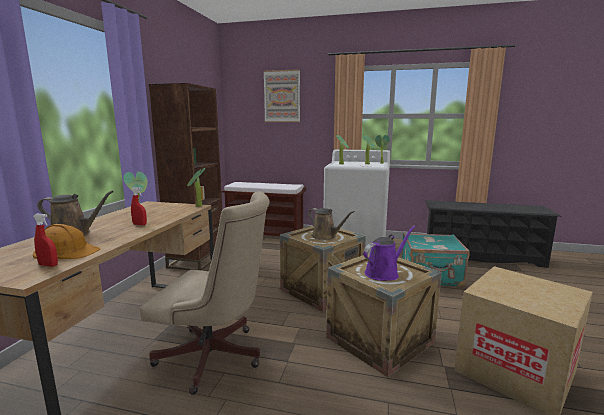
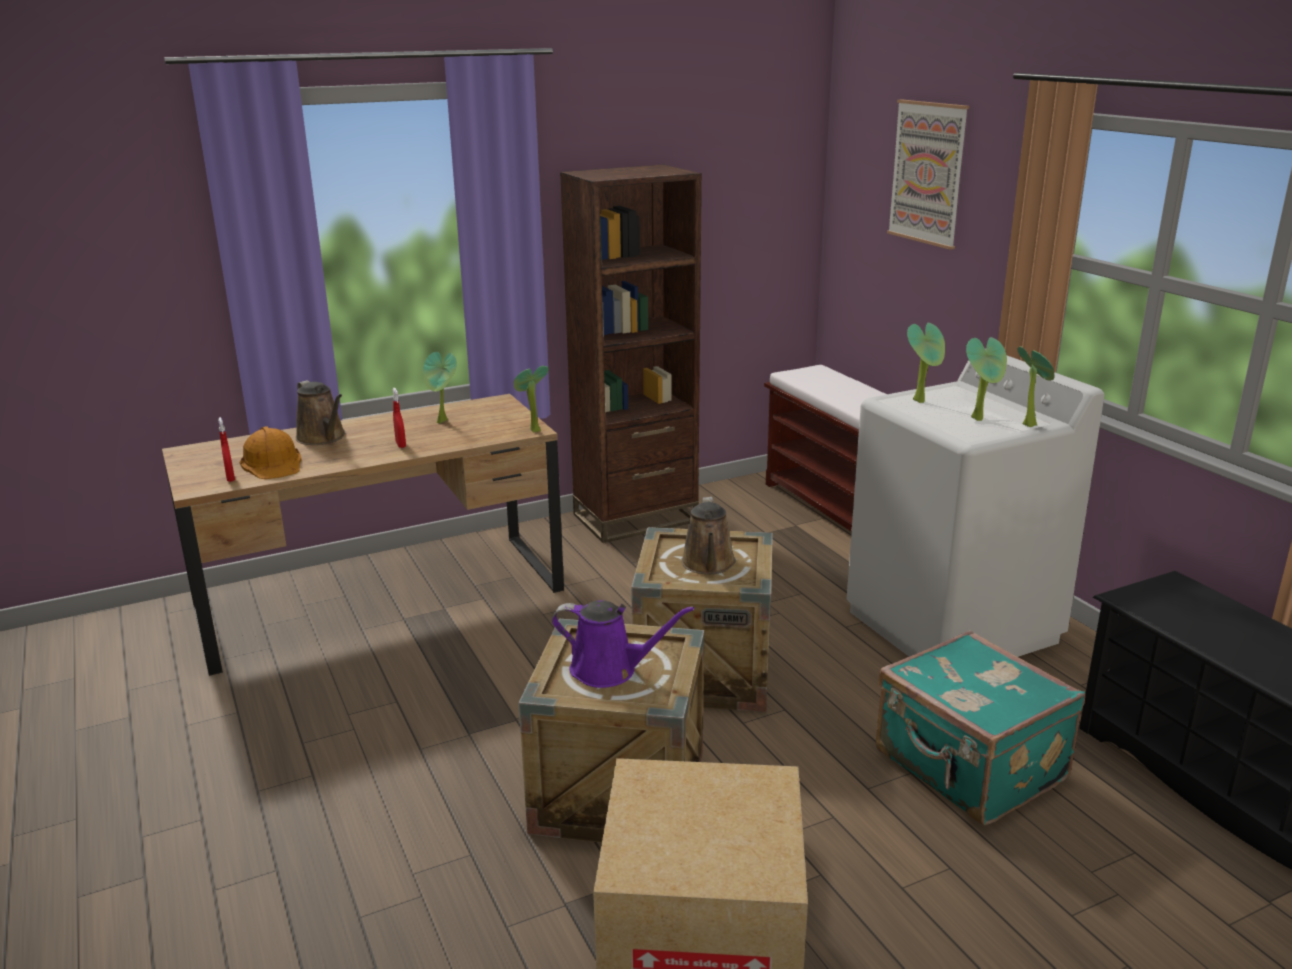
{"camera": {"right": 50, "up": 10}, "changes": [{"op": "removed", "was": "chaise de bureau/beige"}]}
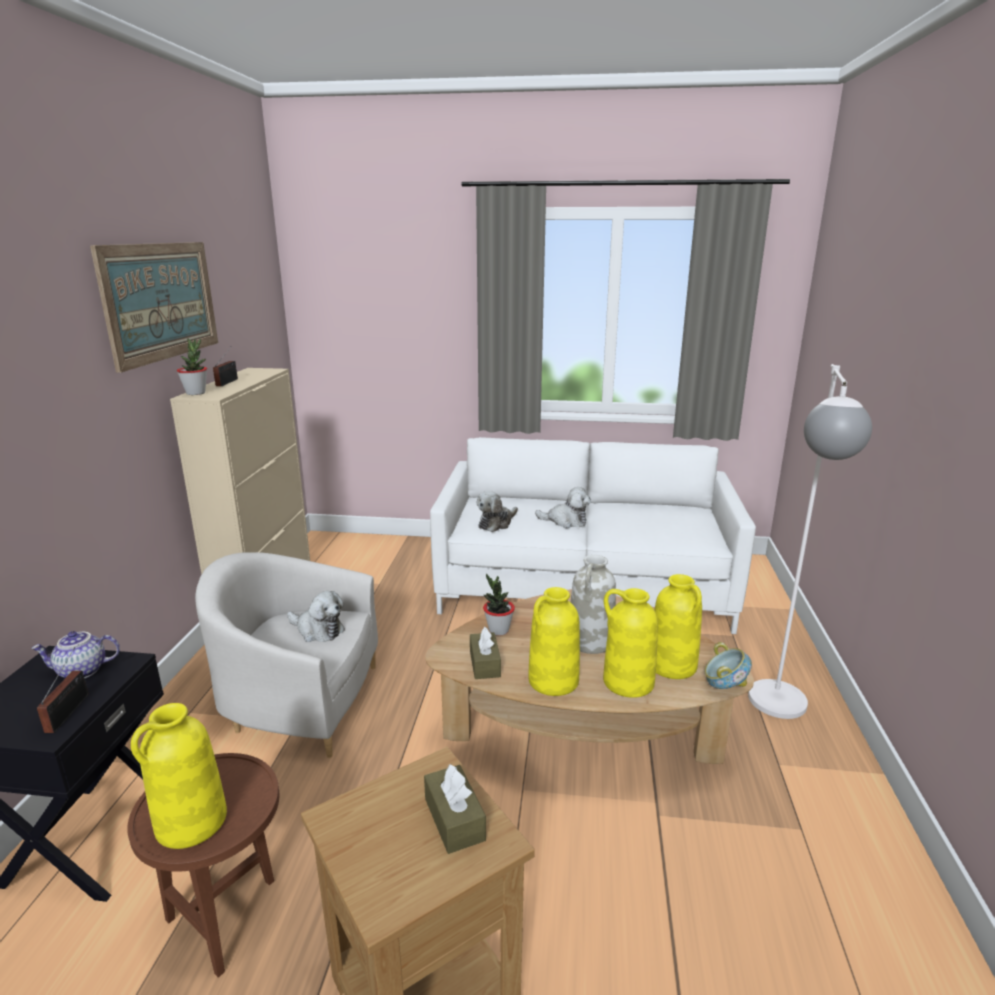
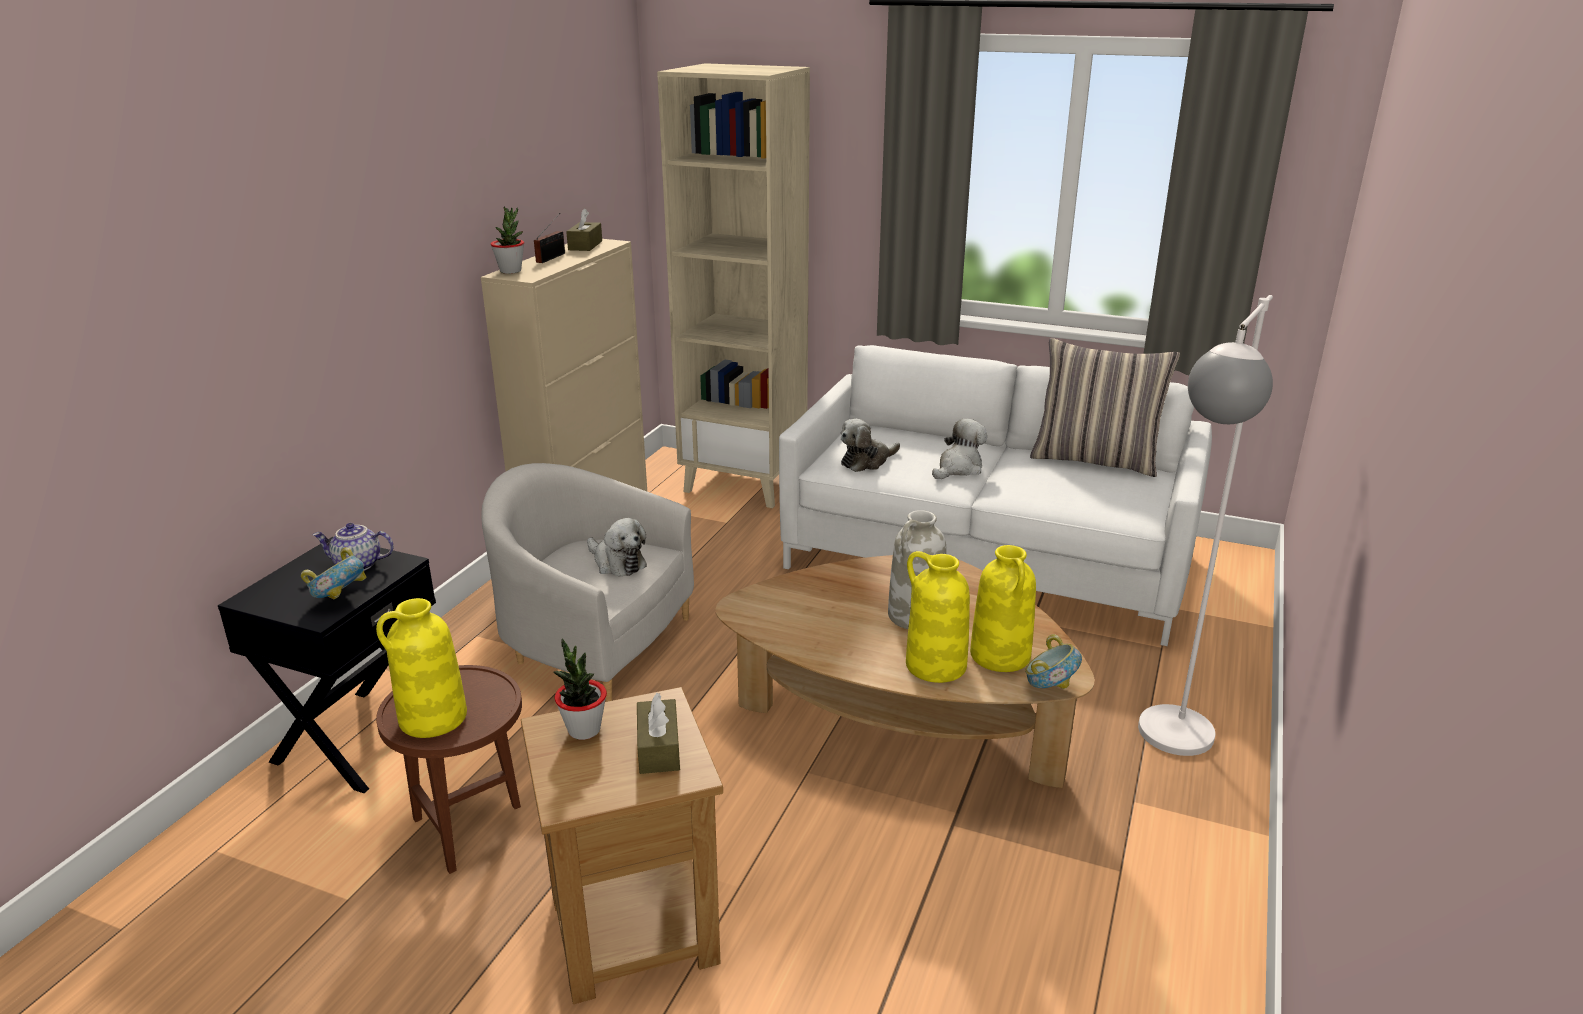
{"camera": {"right": 15, "up": 5}, "changes": [{"op": "replaced", "was": "radio (1st from left)", "now": "bol (1st from left)"}, {"op": "removed", "was": "tableau"}, {"op": "moved", "was": "boîte à mouchoirs/marron (2nd from left in the first image)", "now": "boîte à mouchoirs/marron (1st from left)"}, {"op": "moved", "was": "plante en pot (2nd from left)"}, {"op": "removed", "was": "vase/jaune (2nd from left)"}, {"op": "turned", "was": "peluche (3rd from left)", "clockwise": -75}, {"op": "added", "now": "bibliothèque/beige"}, {"op": "added", "now": "coussin"}]}
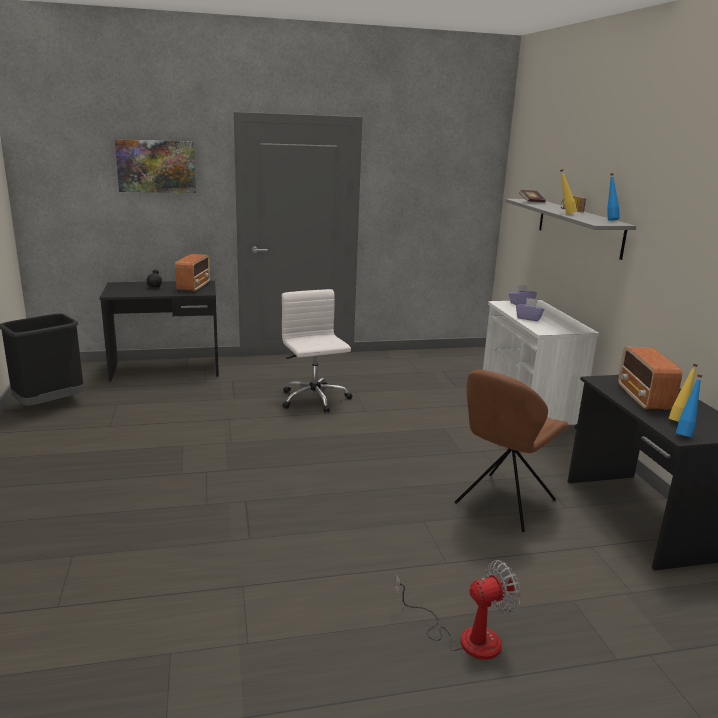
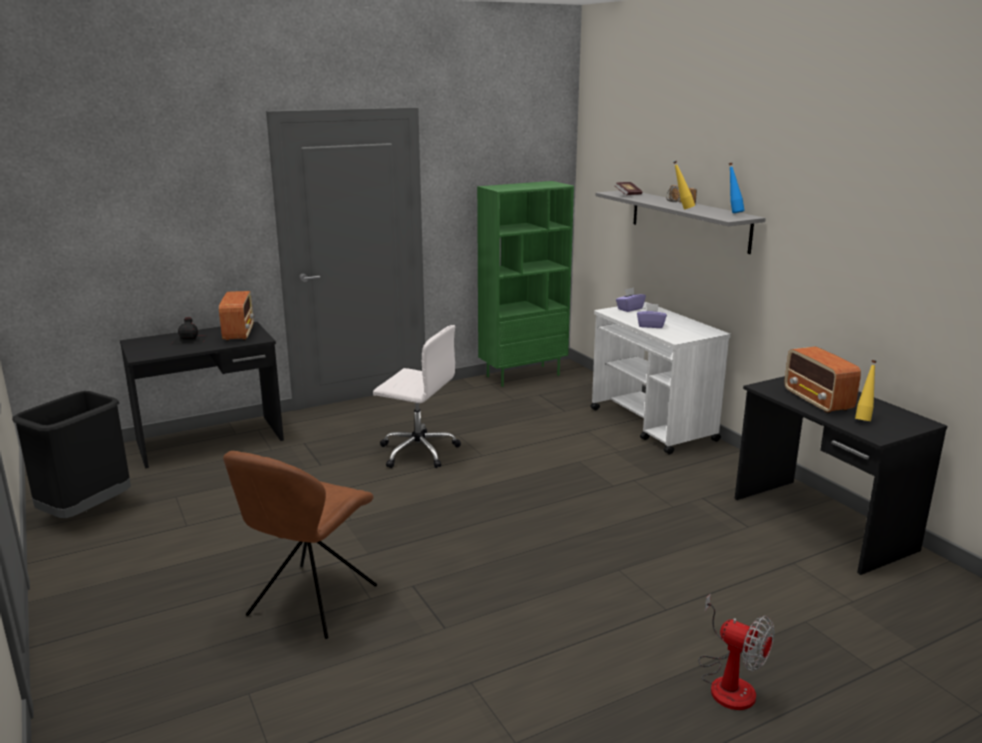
{"camera": {"right": -15, "up": 0}, "changes": [{"op": "removed", "was": "tableau"}, {"op": "turned", "was": "chaise de bureau/blanc", "clockwise": 150}, {"op": "turned", "was": "ventilateur", "clockwise": 75}, {"op": "moved", "was": "chaise/marron"}, {"op": "removed", "was": "bouteille/bleu (2nd from left)"}, {"op": "added", "now": "bibliothèque/vert"}]}
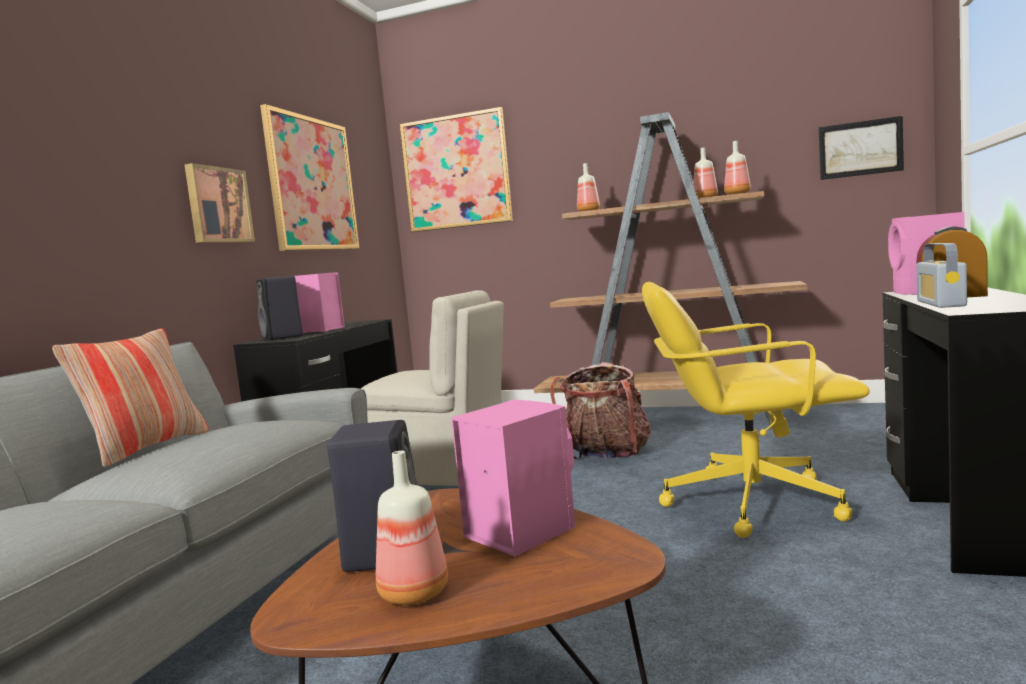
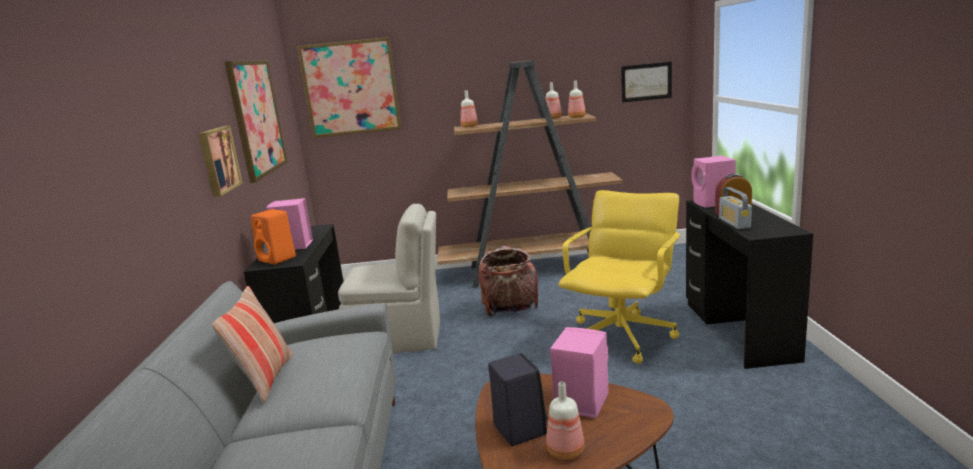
{"camera": {"right": -20, "up": 10}, "changes": [{"op": "recoloured", "was": "enceinte/noir (1st from left)", "now": "enceinte/orange"}, {"op": "turned", "was": "chaise de bureau/jaune", "clockwise": 135}]}
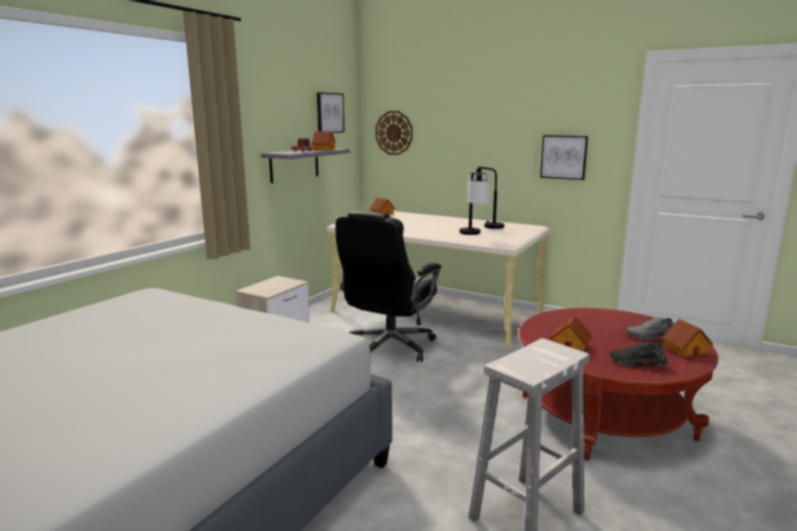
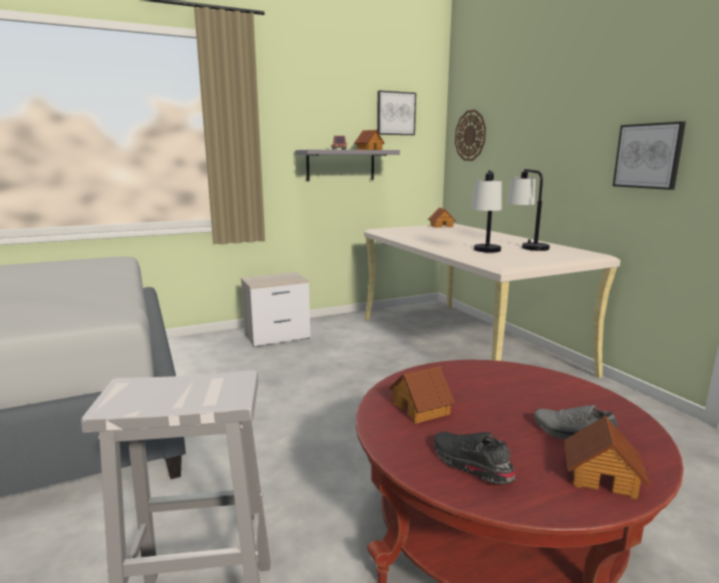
{"camera": {"right": 35, "up": 0}, "changes": [{"op": "removed", "was": "chaise de bureau/noir"}]}
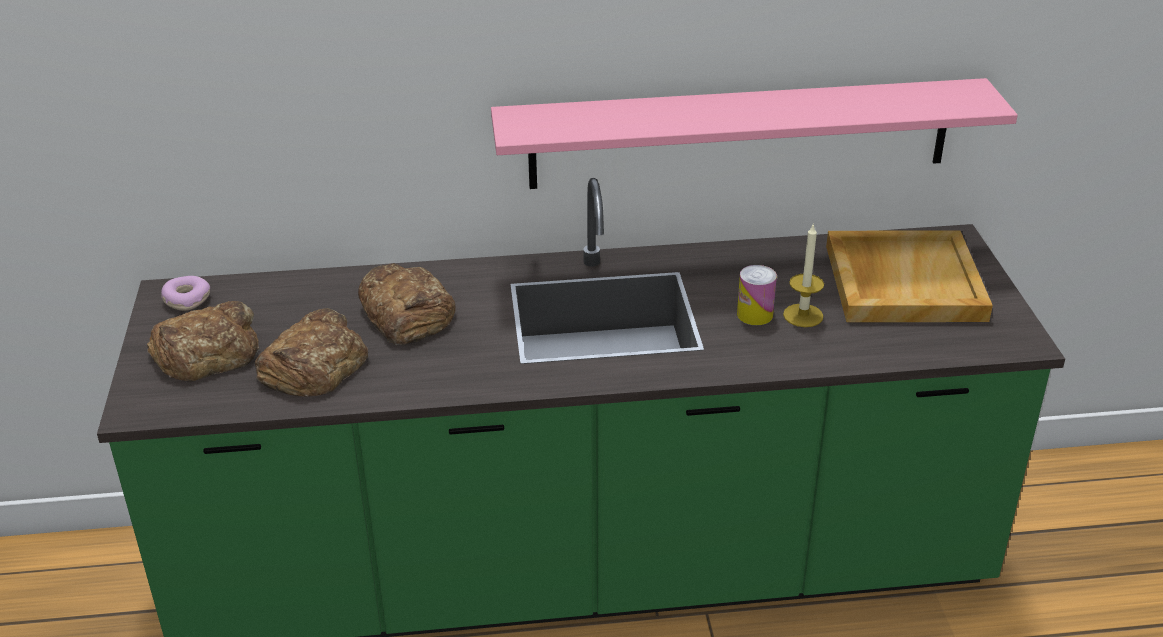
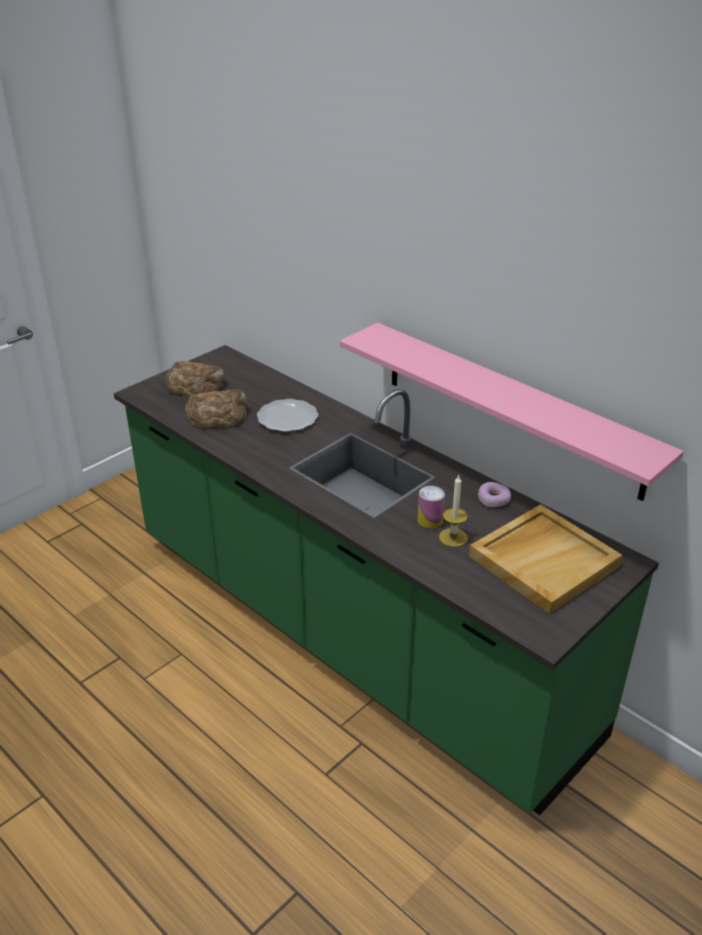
{"camera": {"right": 50, "up": 0}, "changes": [{"op": "moved", "was": "beignet"}, {"op": "replaced", "was": "pain (3rd from left)", "now": "assiette"}]}
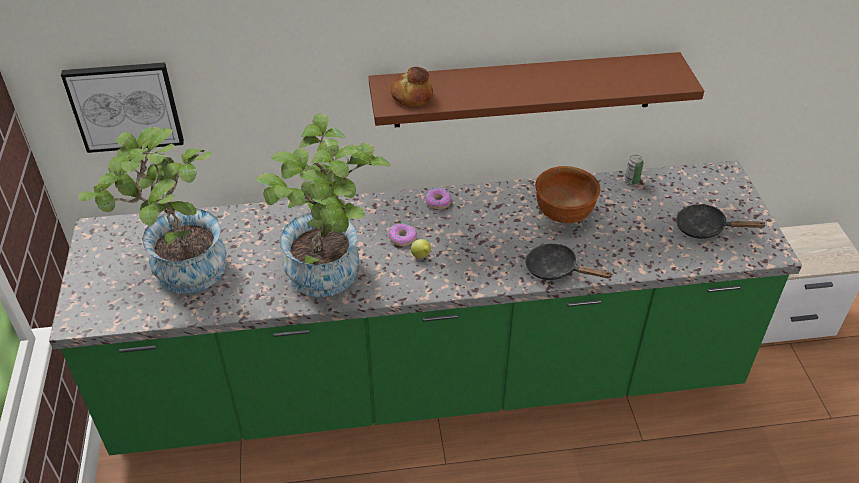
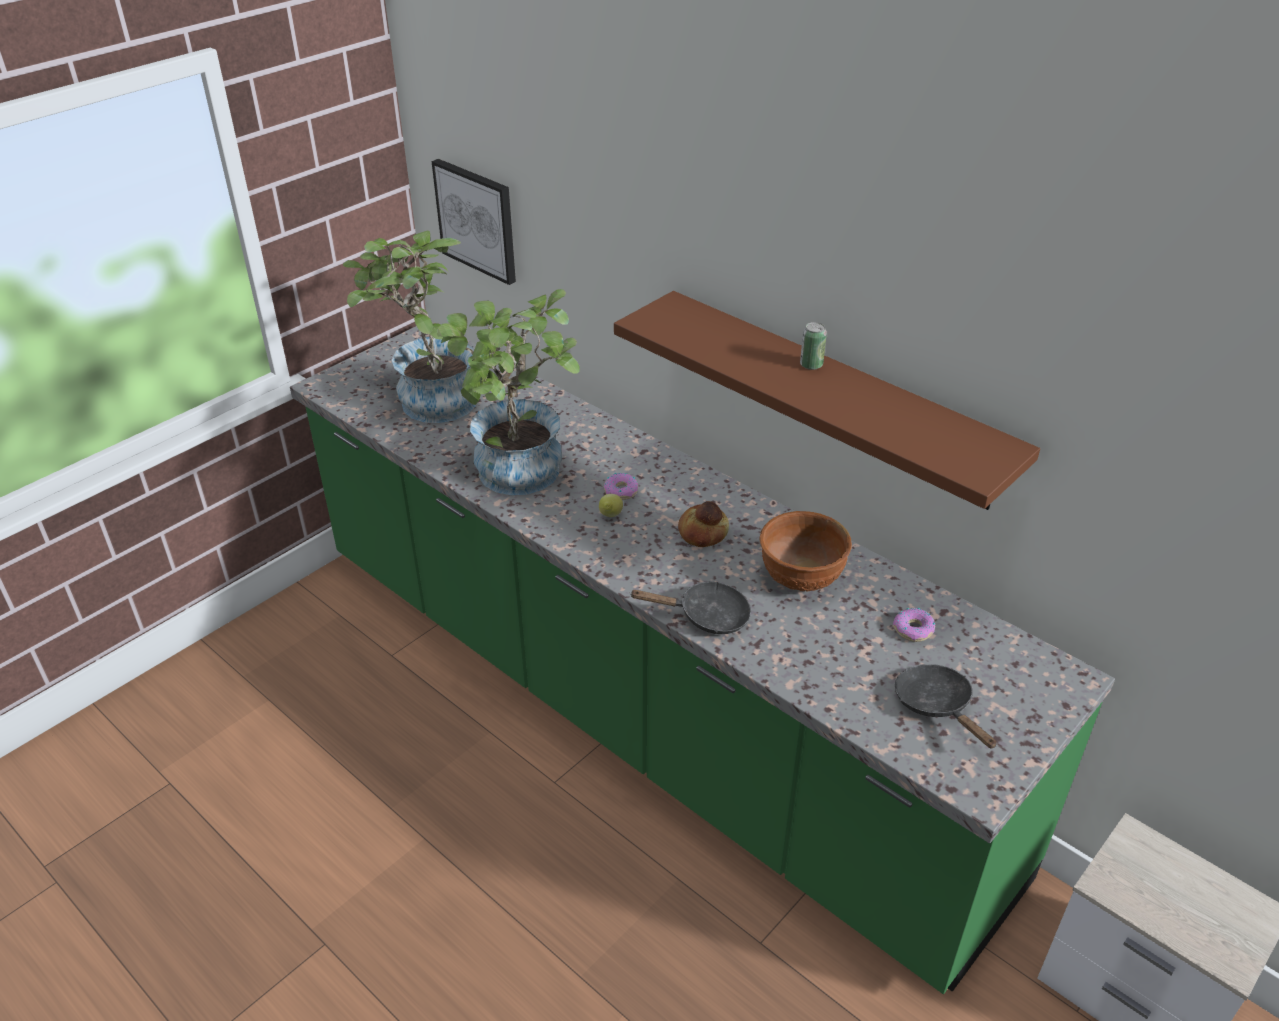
{"camera": {"right": 50, "up": -5}, "changes": [{"op": "moved", "was": "pain"}, {"op": "moved", "was": "beignet (2nd from left)"}, {"op": "turned", "was": "poêle/noir (1st from left)", "clockwise": 105}, {"op": "moved", "was": "boîte métallique"}]}
